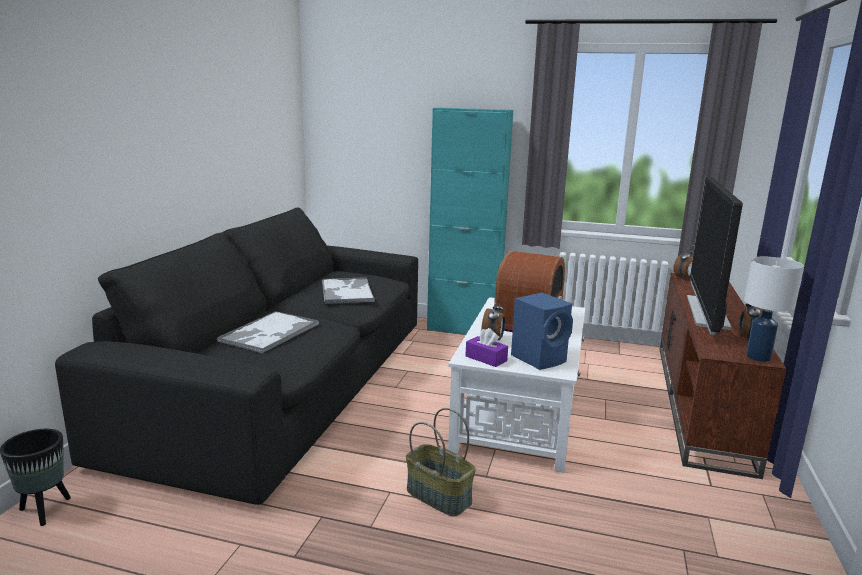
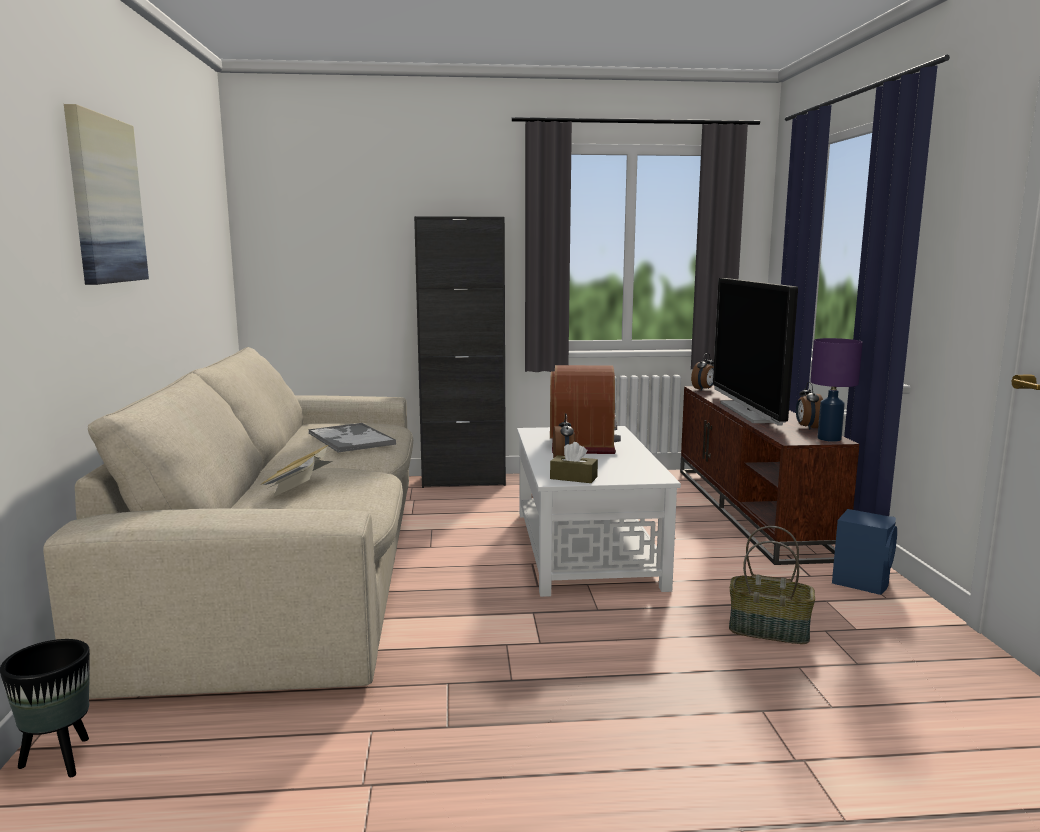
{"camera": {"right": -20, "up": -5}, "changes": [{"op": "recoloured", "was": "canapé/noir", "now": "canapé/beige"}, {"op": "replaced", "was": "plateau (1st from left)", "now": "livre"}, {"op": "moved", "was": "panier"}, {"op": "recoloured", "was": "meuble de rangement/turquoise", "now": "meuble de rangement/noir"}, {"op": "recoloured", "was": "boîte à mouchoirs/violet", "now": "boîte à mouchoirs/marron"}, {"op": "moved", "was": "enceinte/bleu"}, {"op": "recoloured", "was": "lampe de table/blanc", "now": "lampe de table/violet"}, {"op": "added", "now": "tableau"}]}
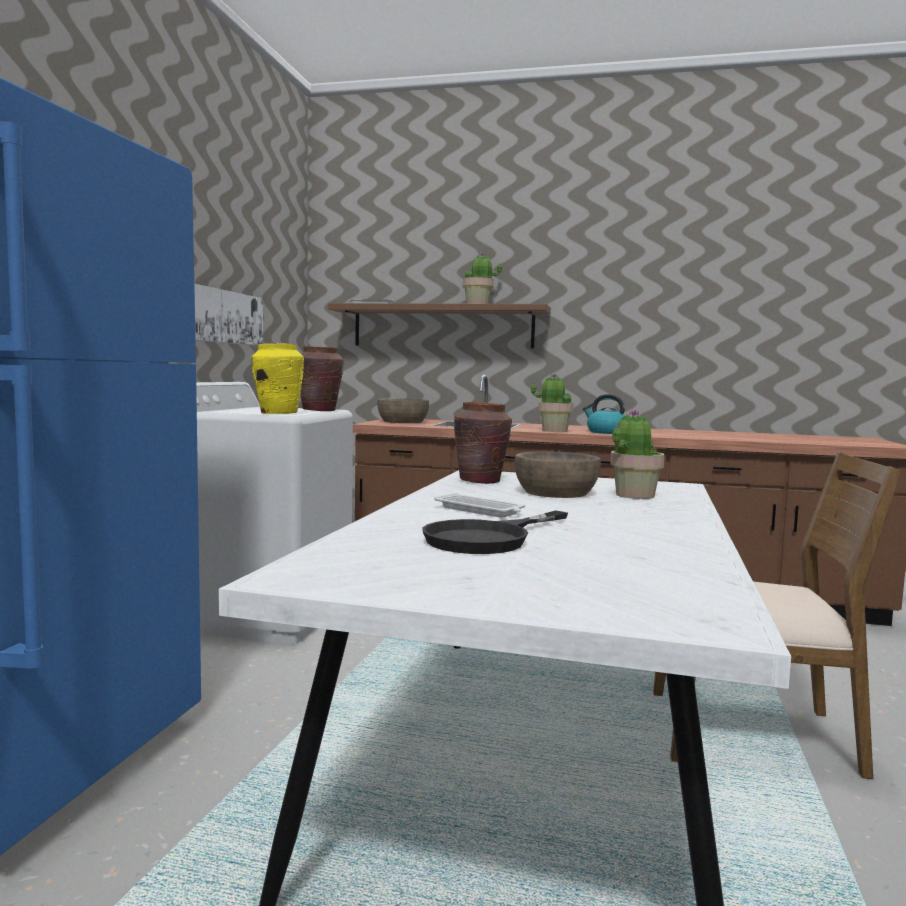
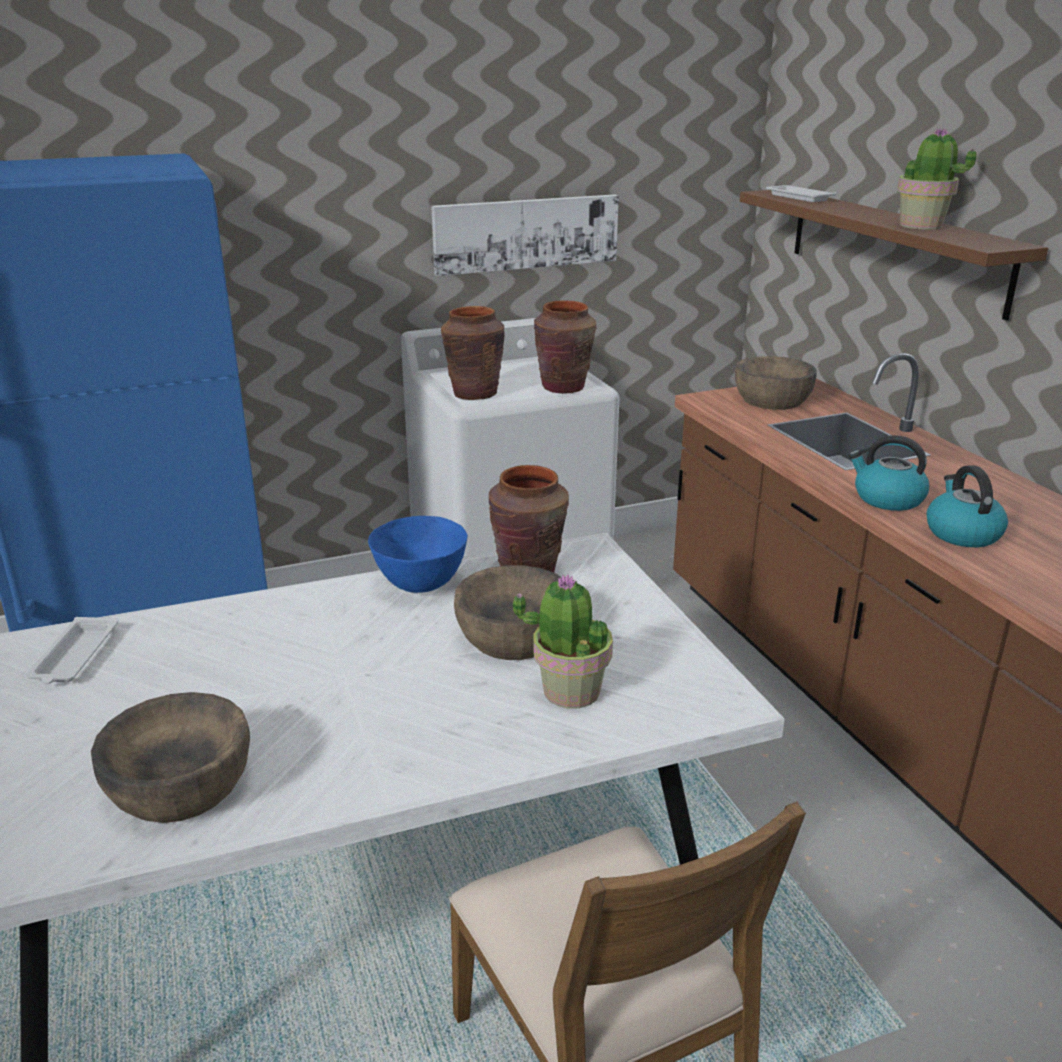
{"camera": {"right": 55, "up": 20}, "changes": [{"op": "recoloured", "was": "vase/jaune", "now": "vase/marron (1st from left)"}, {"op": "removed", "was": "poêle/noir"}, {"op": "moved", "was": "plateau/blanc (2nd from left in the first image)", "now": "plateau/blanc (1st from left)"}, {"op": "replaced", "was": "plante en pot (2nd from left)", "now": "bouilloire (1st from left)"}, {"op": "added", "now": "bol/marron (1st from left)"}, {"op": "added", "now": "bol/bleu"}]}
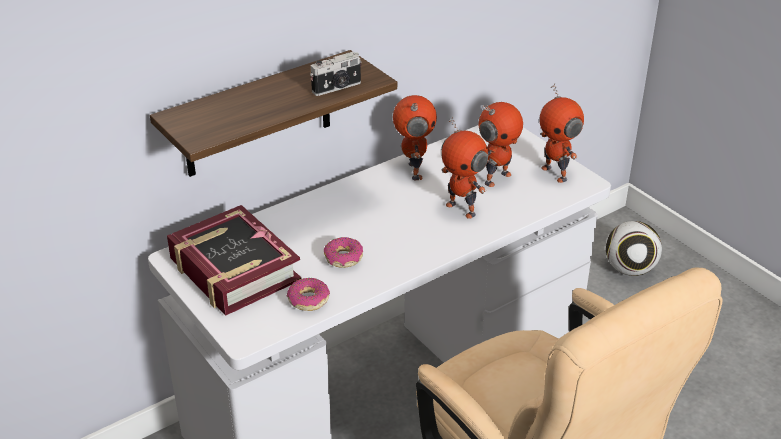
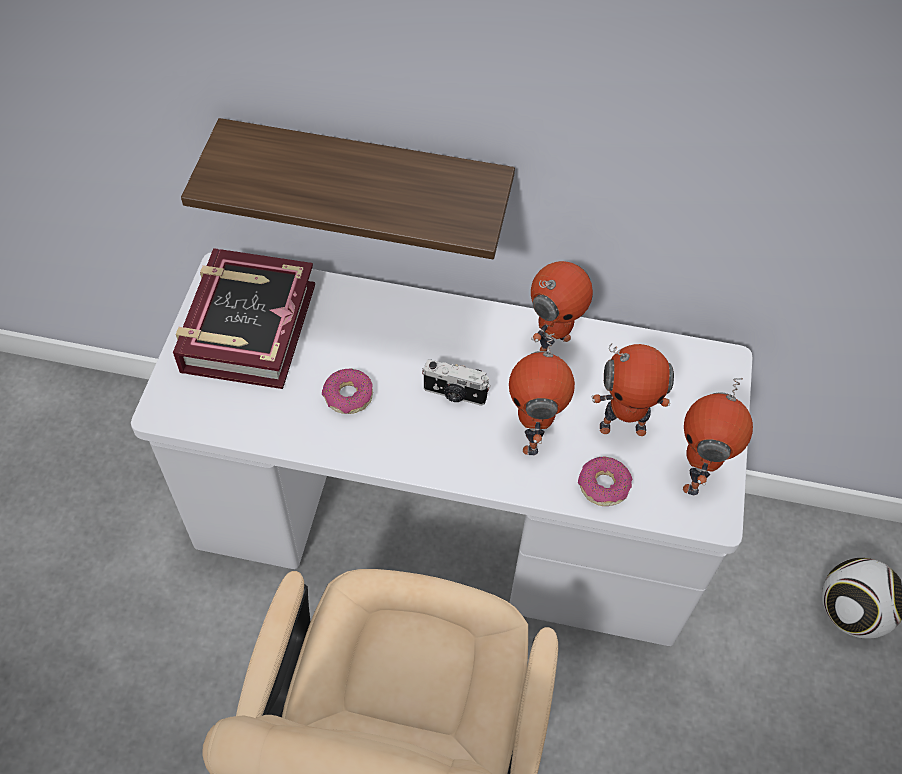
{"camera": {"right": 45, "up": 20}, "changes": [{"op": "moved", "was": "beignet (1st from left in the first image)", "now": "beignet (2nd from left)"}, {"op": "moved", "was": "appareil photo"}]}
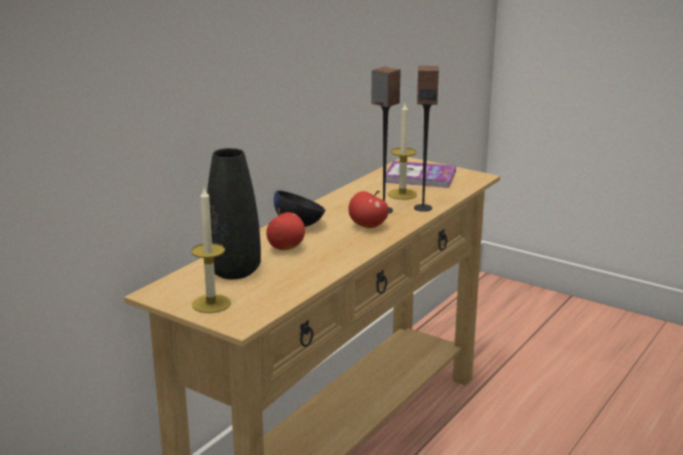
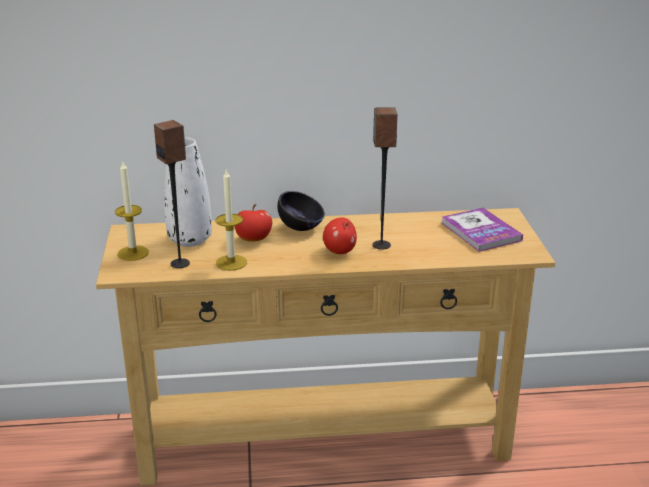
{"camera": {"right": 50, "up": 5}, "changes": [{"op": "recoloured", "was": "vase/noir", "now": "vase/blanc"}, {"op": "moved", "was": "bougie (2nd from left)"}, {"op": "moved", "was": "enceinte (2nd from left in the first image)", "now": "enceinte (1st from left)"}]}
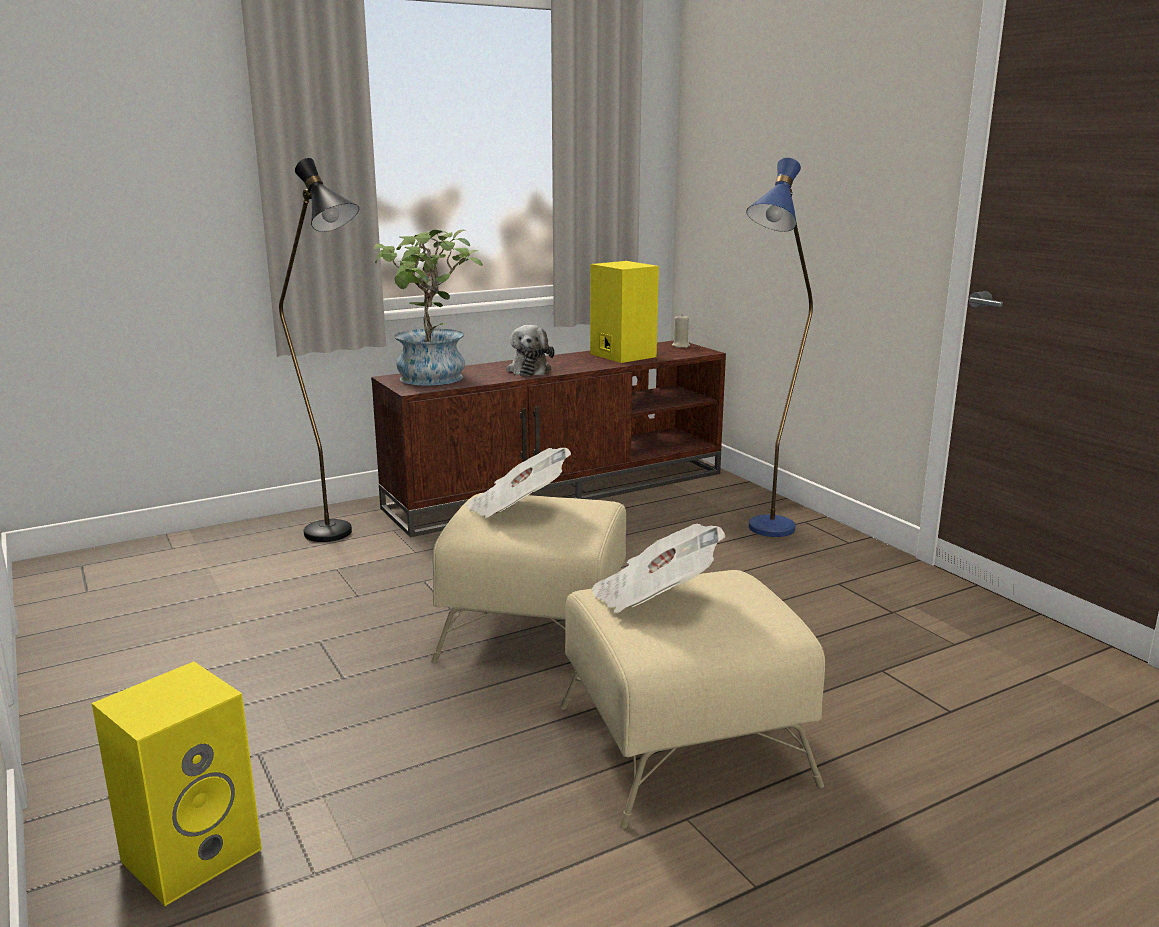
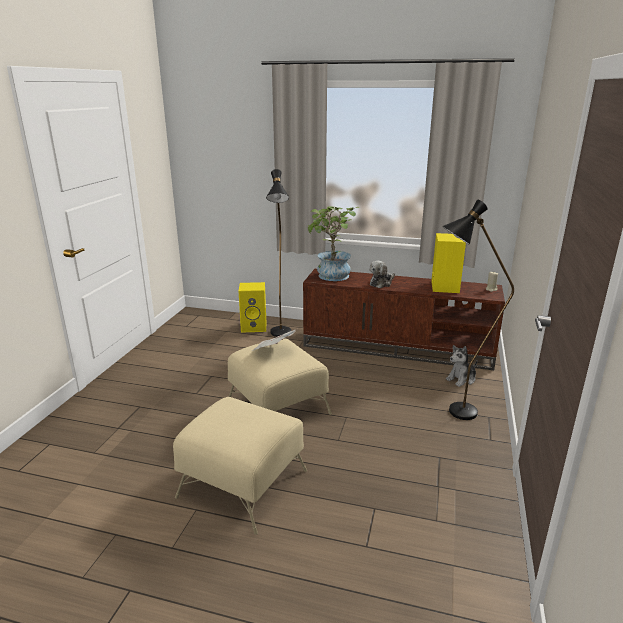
{"camera": {"right": 45, "up": 5}, "changes": [{"op": "moved", "was": "enceinte/jaune (1st from left)"}, {"op": "removed", "was": "journal (2nd from left)"}, {"op": "recoloured", "was": "lampadaire/bleu", "now": "lampadaire/noir (2nd from left)"}, {"op": "added", "now": "peluche (2nd from left)"}]}
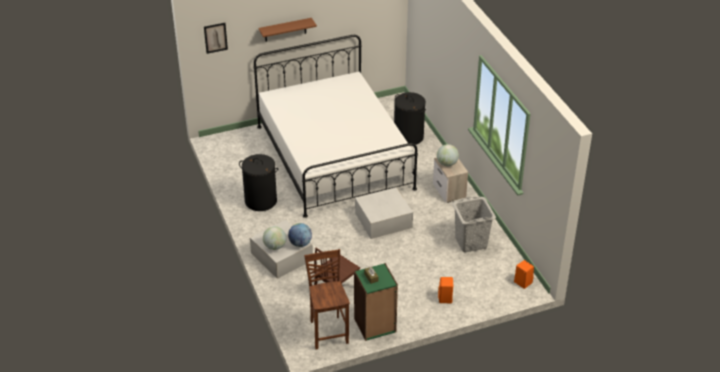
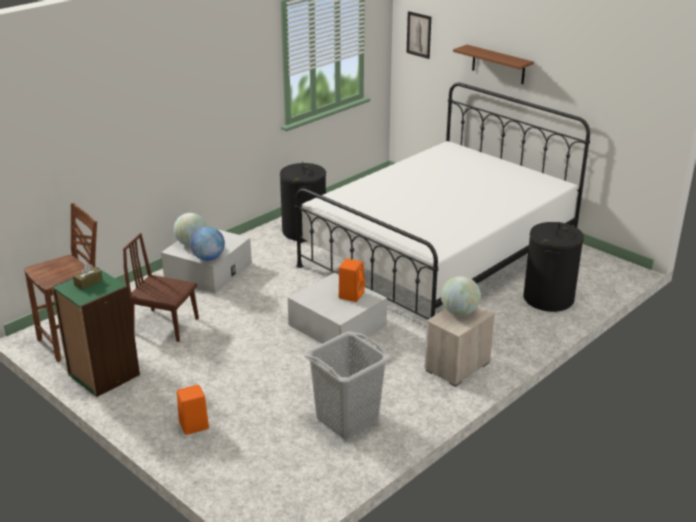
{"camera": {"right": 65, "up": -10}, "changes": [{"op": "moved", "was": "enceinte/orange (2nd from left)"}]}
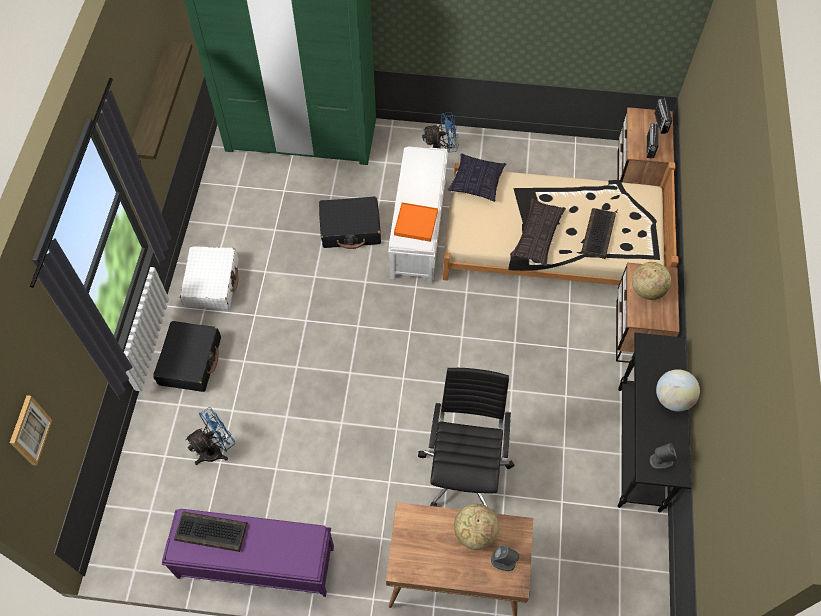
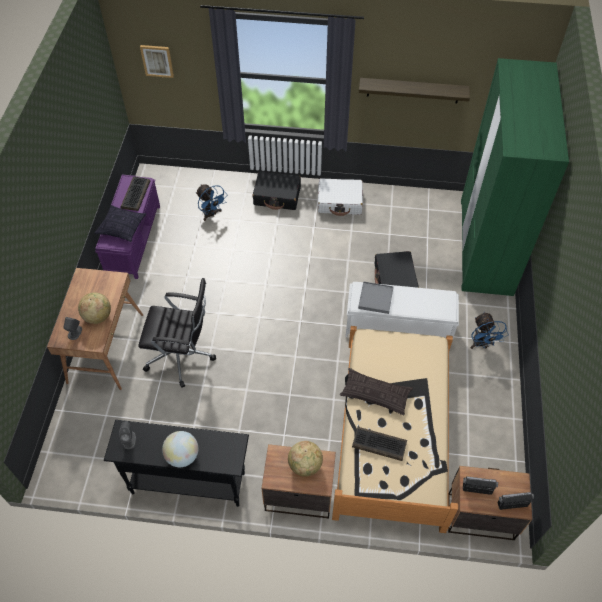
{"camera": {"right": 90, "up": -5}, "changes": [{"op": "recoloured", "was": "plateau/orange", "now": "plateau/gris"}, {"op": "moved", "was": "coussin (1st from left)"}]}
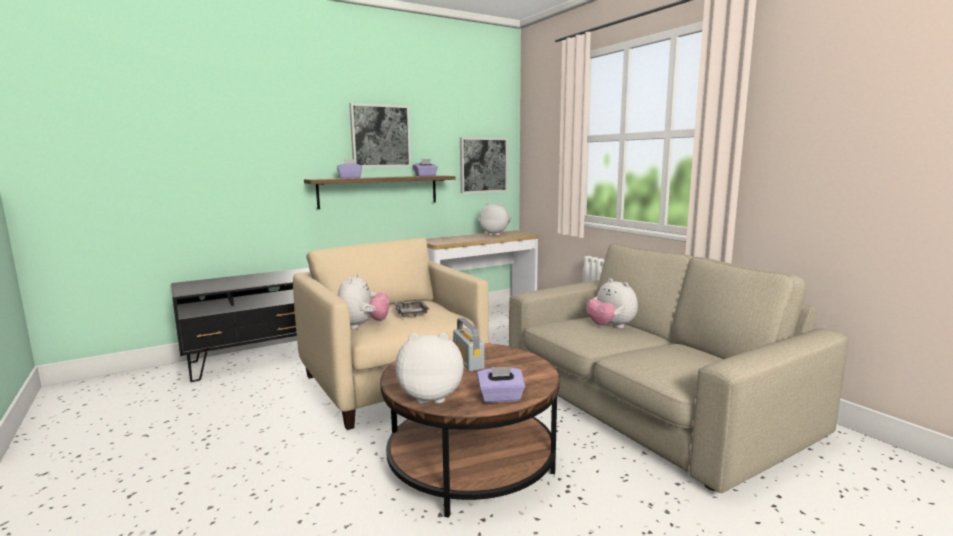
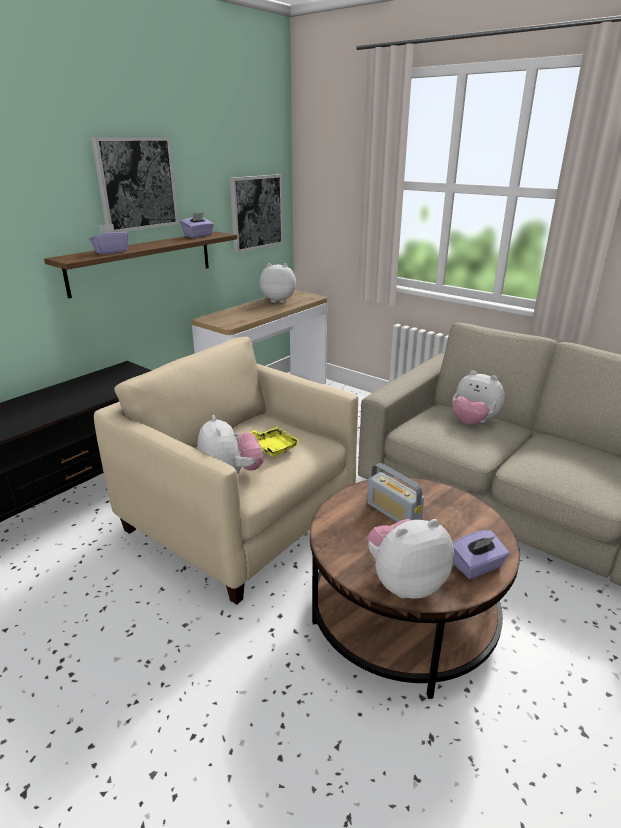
{"camera": {"right": -20, "up": 15}, "changes": [{"op": "recoloured", "was": "plateau/gris", "now": "plateau/jaune"}]}
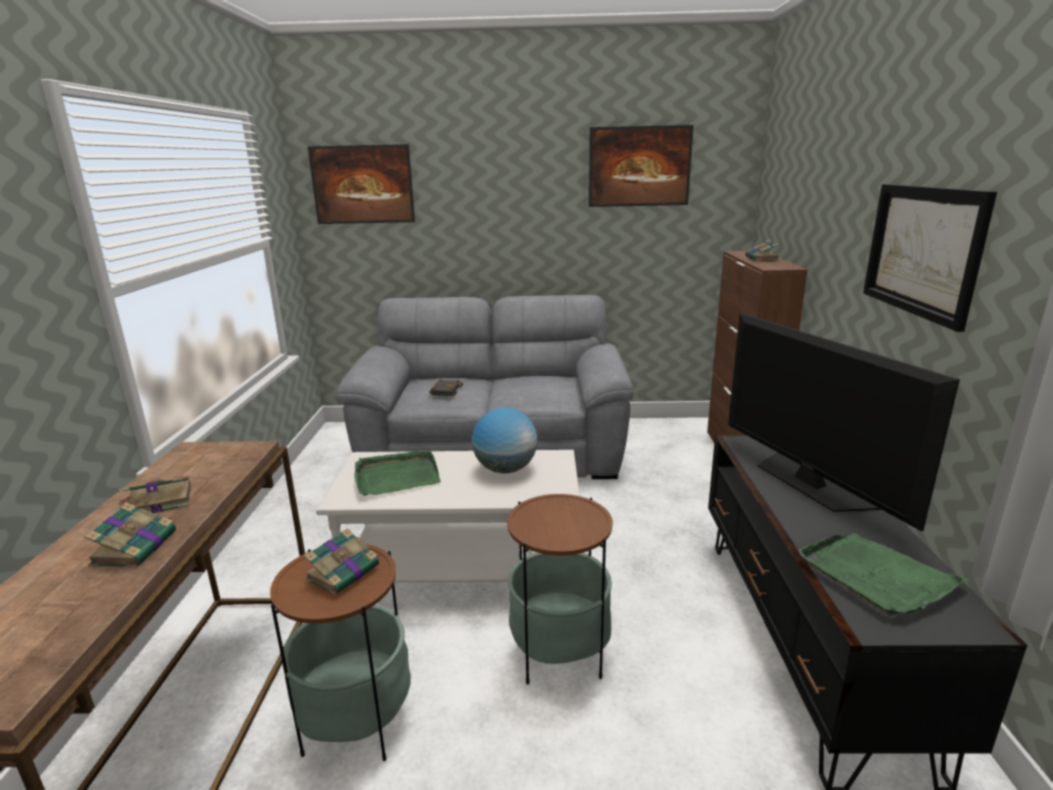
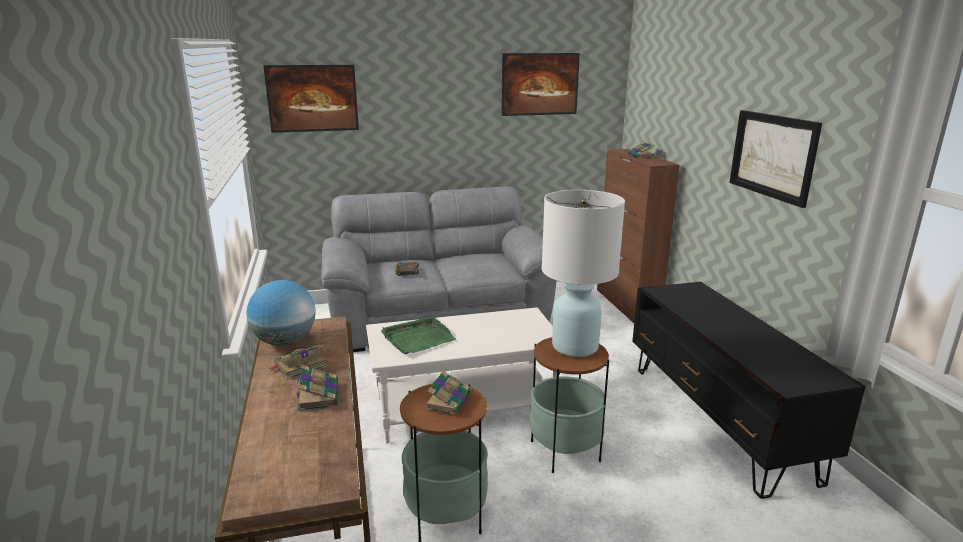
{"camera": {"right": -15, "up": 0}, "changes": [{"op": "moved", "was": "globe"}, {"op": "removed", "was": "téléviseur"}, {"op": "removed", "was": "plateau/vert (2nd from left)"}, {"op": "added", "now": "lampe de table/blanc"}]}
